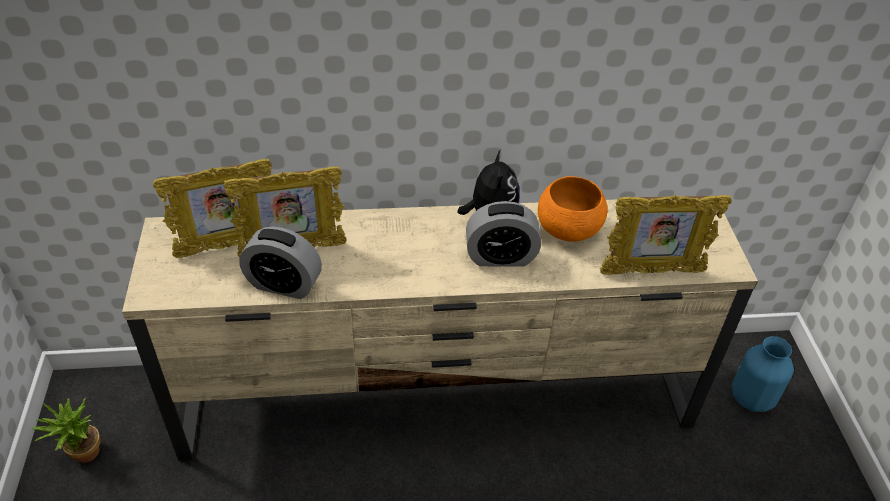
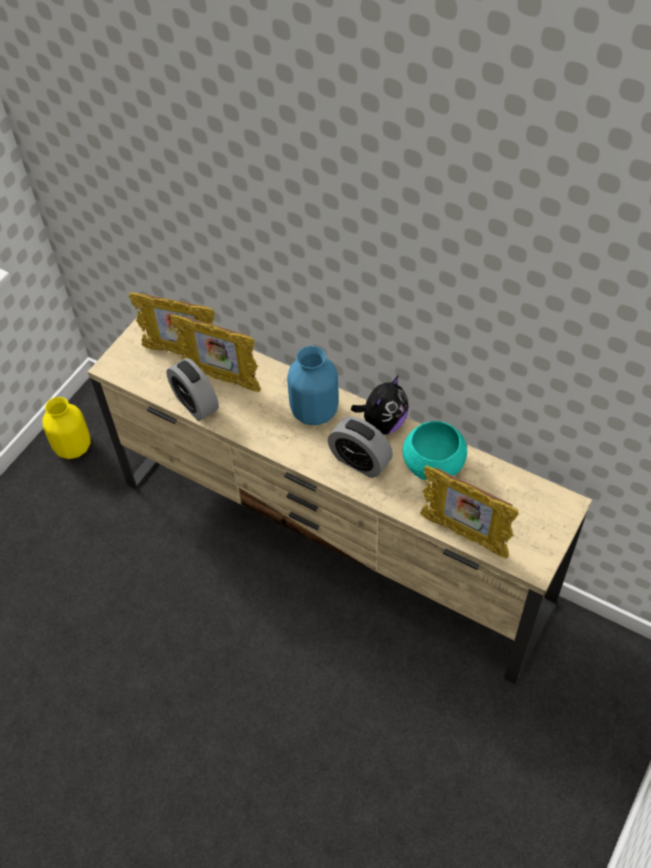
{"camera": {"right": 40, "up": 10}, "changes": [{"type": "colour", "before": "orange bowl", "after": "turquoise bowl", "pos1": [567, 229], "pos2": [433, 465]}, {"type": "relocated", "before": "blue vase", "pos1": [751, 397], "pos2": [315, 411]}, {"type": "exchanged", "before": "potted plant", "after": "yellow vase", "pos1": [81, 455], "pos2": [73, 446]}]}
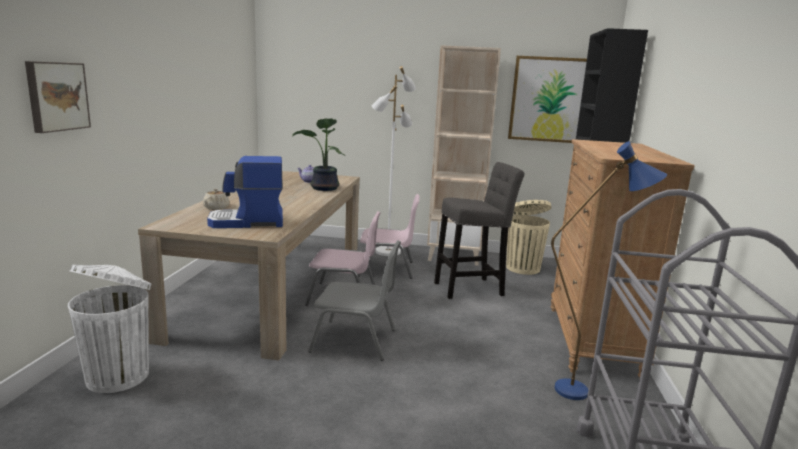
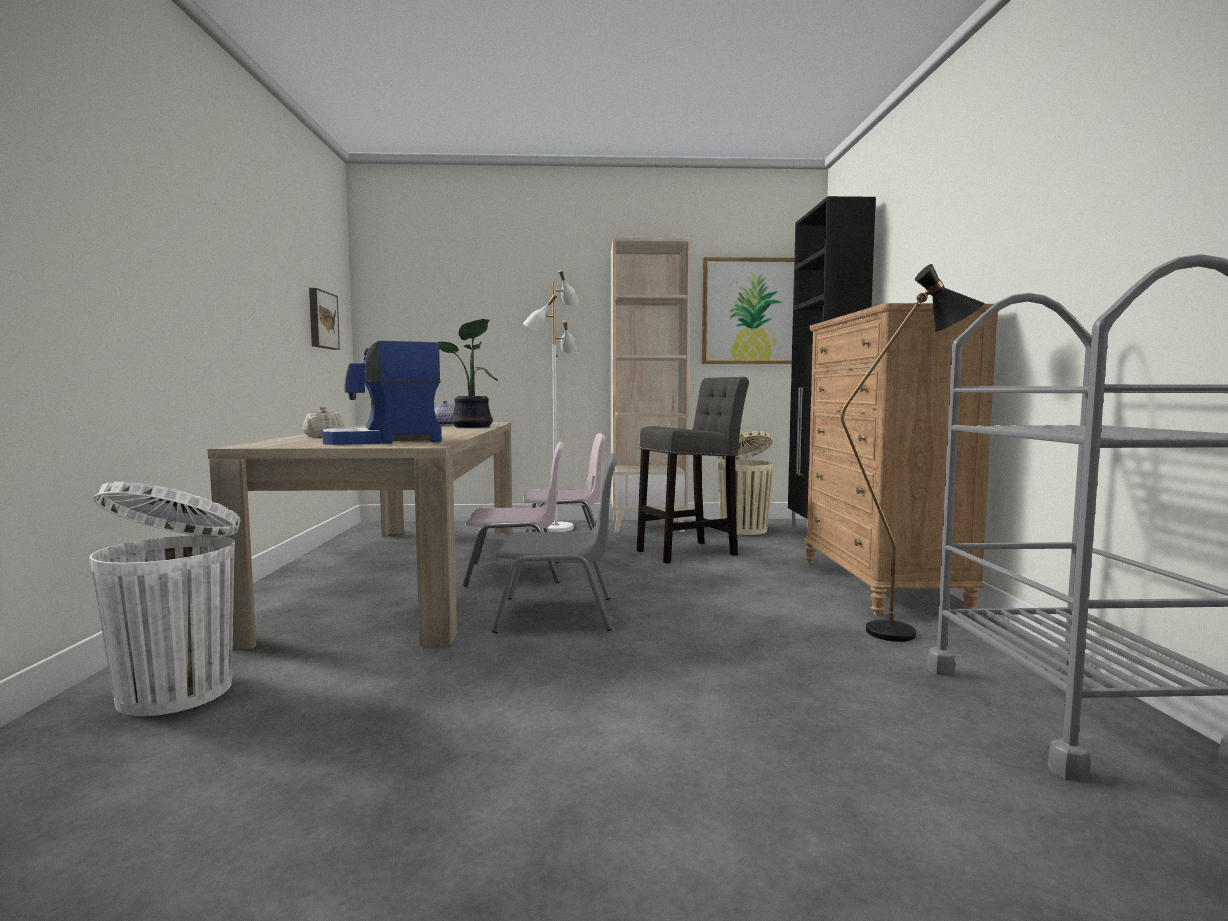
{"camera": {"right": -10, "up": -10}, "changes": [{"type": "relocated", "before": "picture", "pos1": [56, 96], "pos2": [321, 320]}, {"type": "colour", "before": "blue floor lamp", "after": "black floor lamp", "pos1": [584, 392], "pos2": [908, 633]}]}
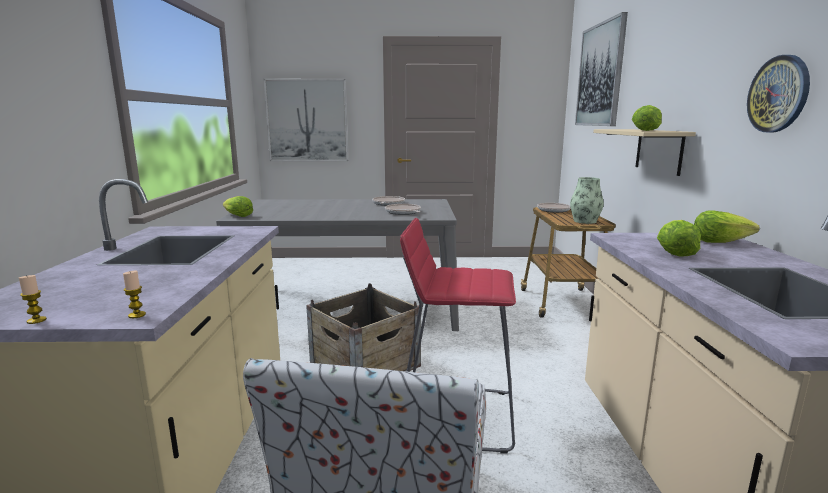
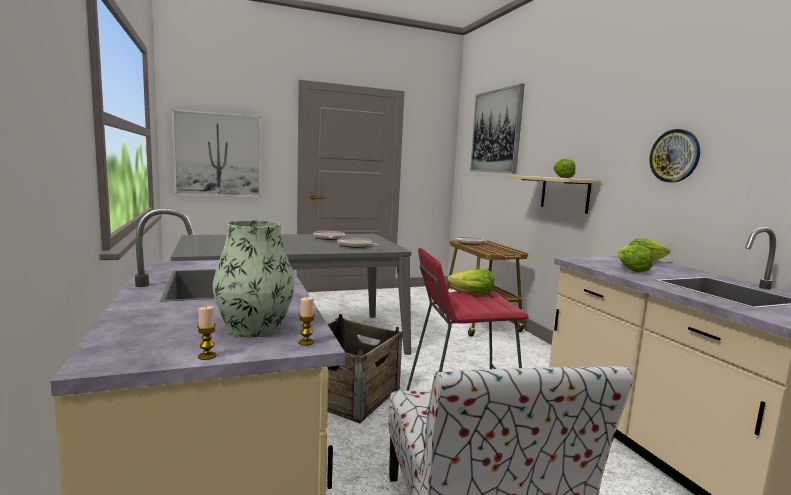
{"camera": {"right": -20, "up": -5}, "changes": [{"type": "relocated", "before": "vase", "pos1": [585, 221], "pos2": [254, 327]}, {"type": "relocated", "before": "lettuce", "pos1": [237, 216], "pos2": [472, 293]}]}
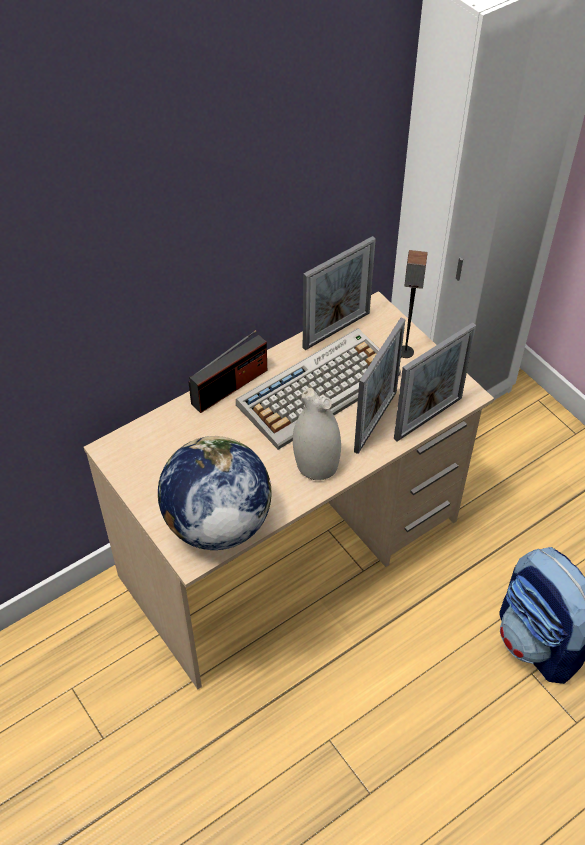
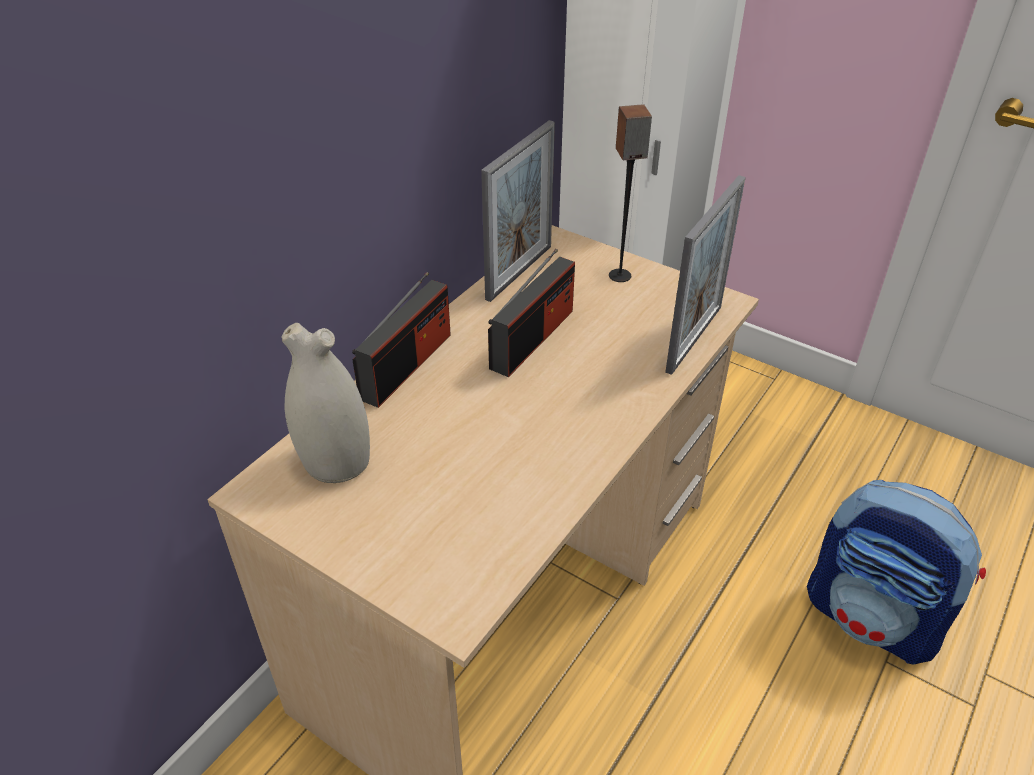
{"camera": {"right": -20, "up": -10}, "changes": [{"type": "missing", "before": "picture frame", "pos1": [375, 421]}, {"type": "exchanged", "before": "keyboard", "after": "radio", "pos1": [319, 388], "pos2": [532, 339]}, {"type": "relocated", "before": "white vase", "pos1": [316, 463], "pos2": [335, 460]}, {"type": "missing", "before": "globe", "pos1": [216, 523]}]}
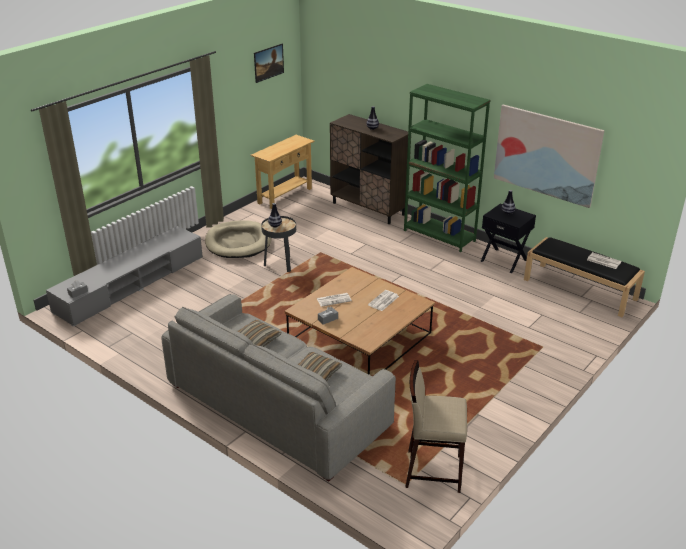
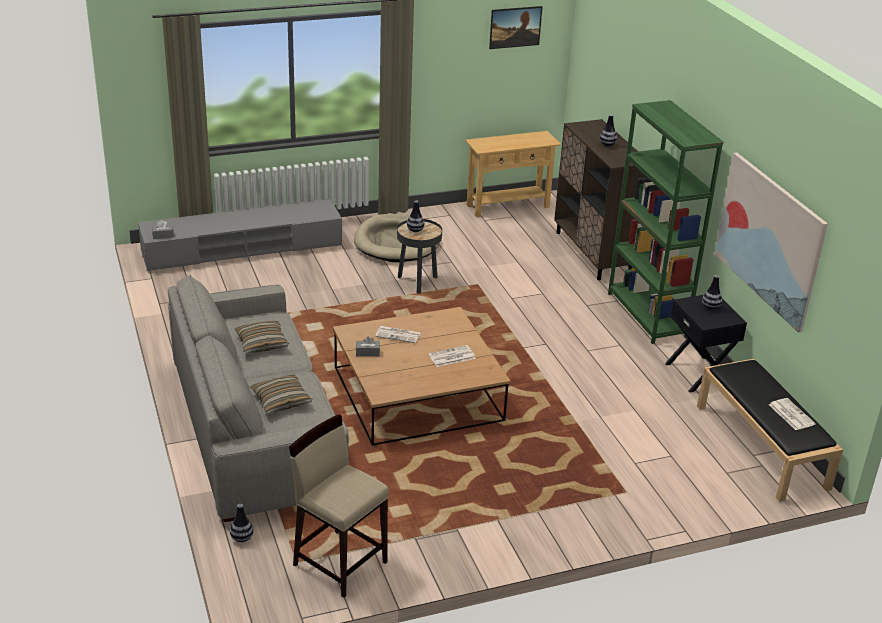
{"camera": {"right": 30, "up": 0}, "changes": [{"type": "appeared", "after": "vase", "pos2": [242, 538]}]}
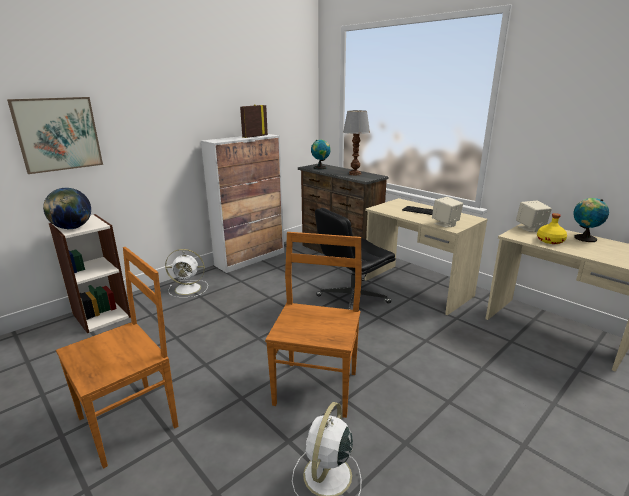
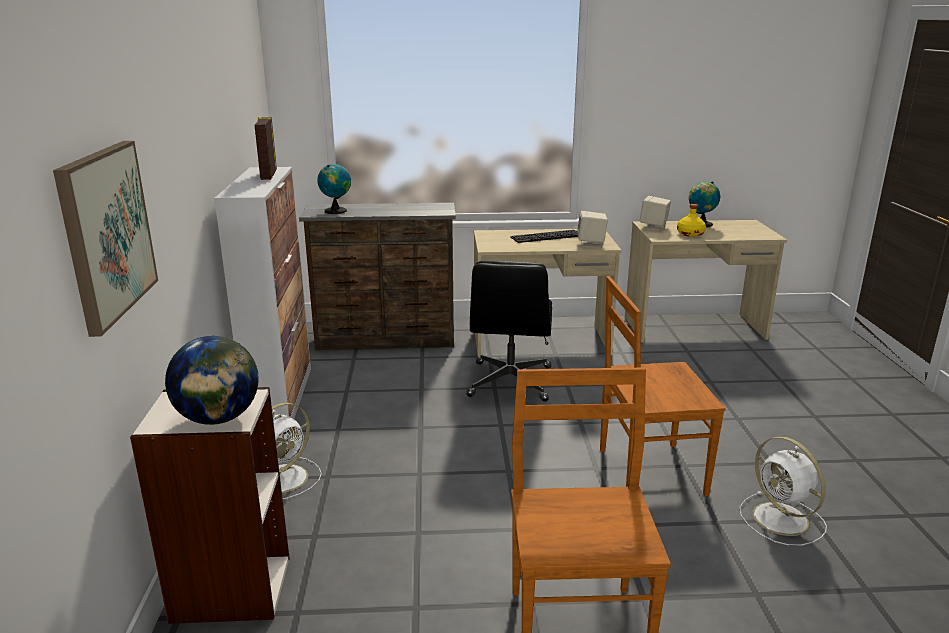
{"camera": {"right": -50, "up": 0}, "changes": [{"type": "missing", "before": "table lamp", "pos1": [355, 174]}, {"type": "spun", "before": "brown chair", "pos1": [316, 386], "pos2": [648, 471], "turn": -60}]}
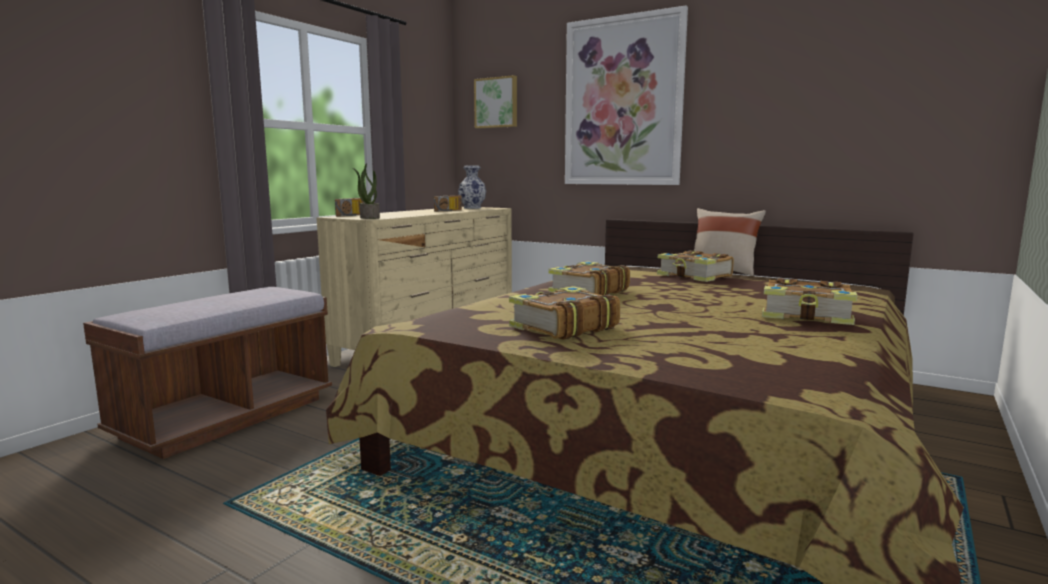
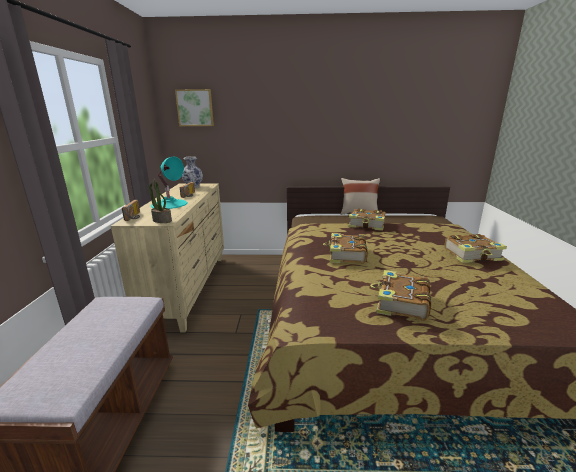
{"camera": {"right": -30, "up": 10}, "changes": [{"type": "missing", "before": "picture", "pos1": [623, 102]}, {"type": "appeared", "after": "turquoise table lamp", "pos2": [169, 204]}]}
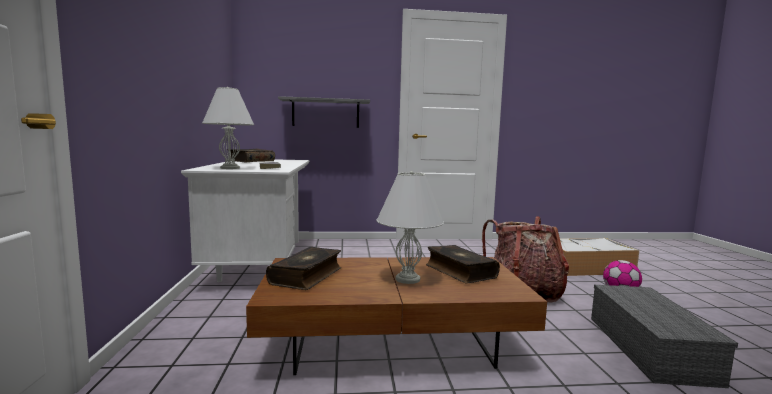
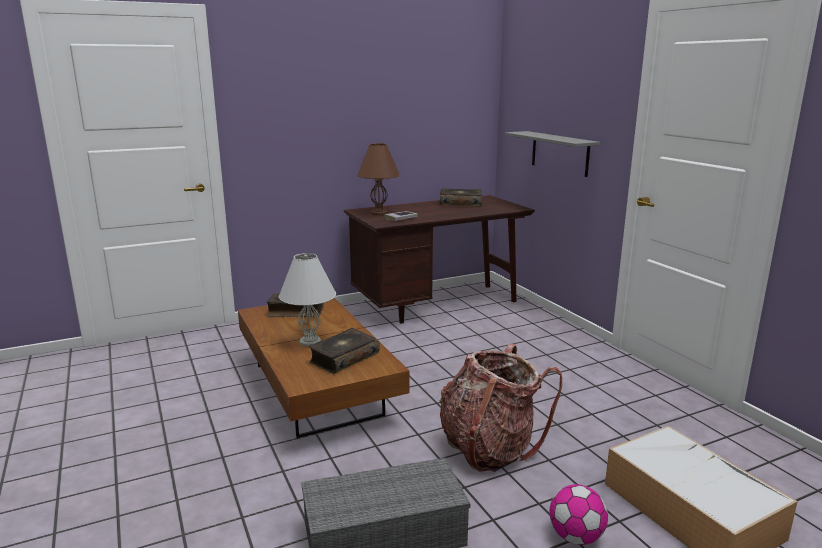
{"camera": {"right": 70, "up": 10}, "changes": [{"type": "colour", "before": "white table lamp", "after": "brown table lamp", "pos1": [230, 168], "pos2": [379, 213]}, {"type": "colour", "before": "white desk", "after": "brown desk", "pos1": [261, 262], "pos2": [437, 305]}]}
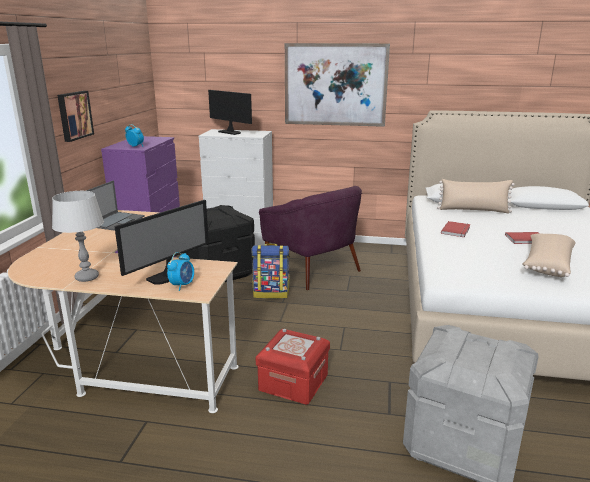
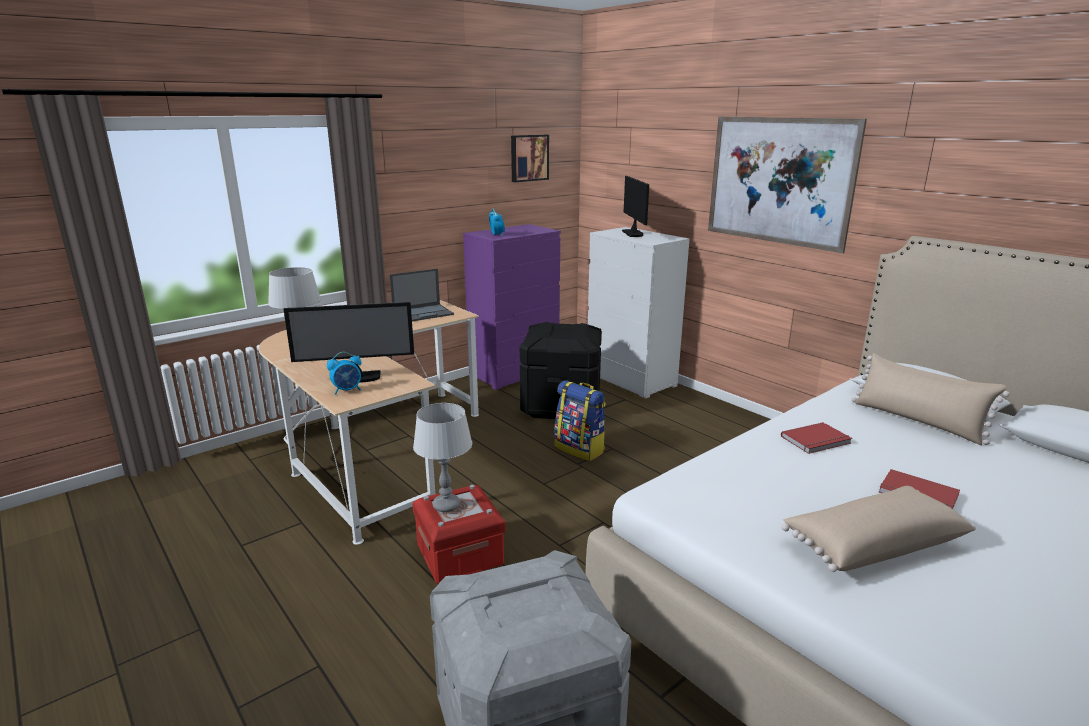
{"camera": {"right": 40, "up": 0}, "changes": [{"type": "relocated", "before": "picture", "pos1": [74, 115], "pos2": [528, 158]}, {"type": "missing", "before": "purple armchair", "pos1": [314, 269]}, {"type": "appeared", "after": "grey table lamp", "pos2": [446, 505]}]}
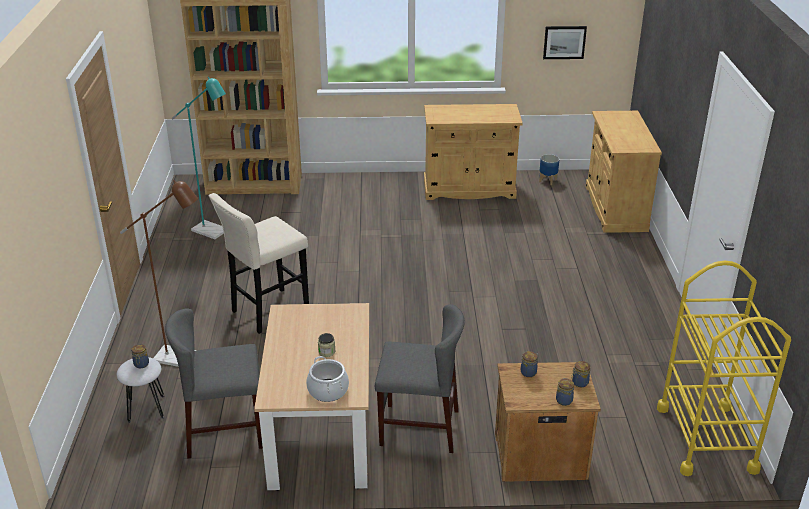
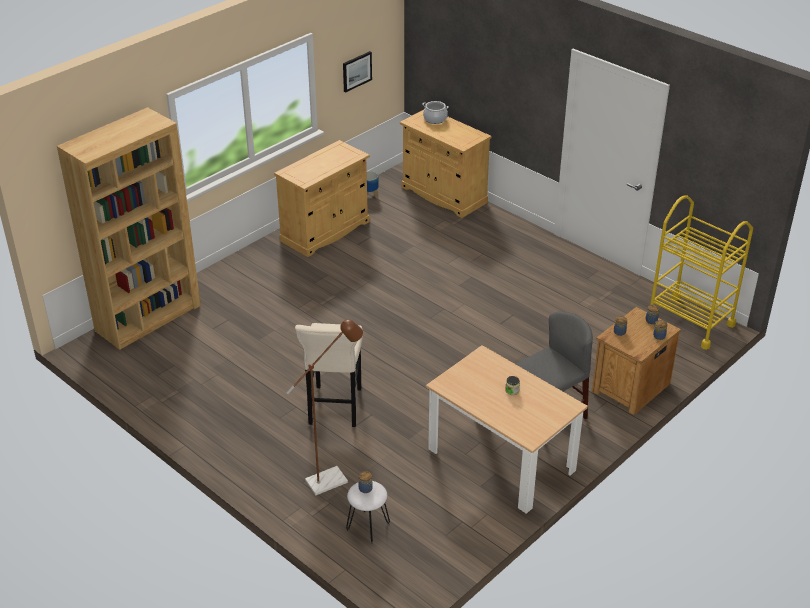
{"camera": {"right": -45, "up": 5}, "changes": [{"type": "missing", "before": "turquoise floor lamp", "pos1": [215, 232]}, {"type": "missing", "before": "grey chair", "pos1": [224, 431]}, {"type": "relocated", "before": "cooking pot", "pos1": [328, 390], "pos2": [435, 119]}]}
